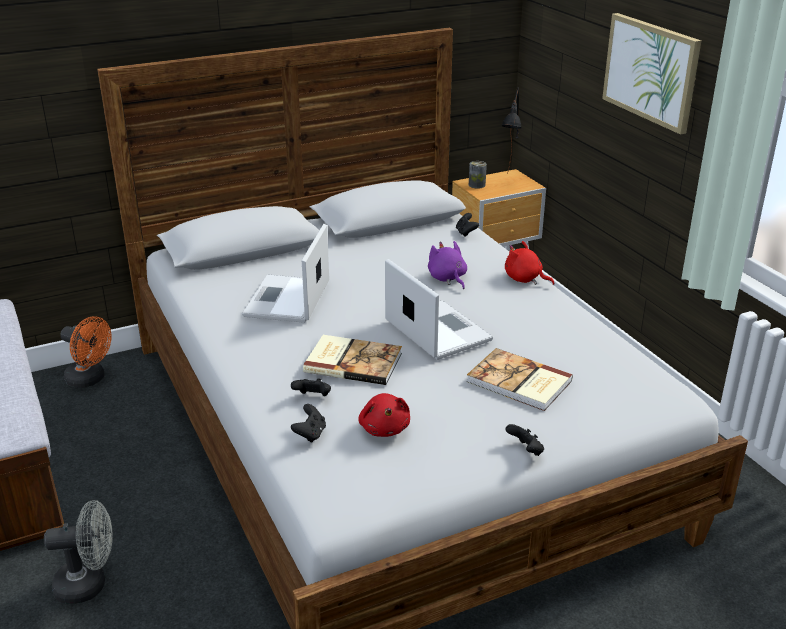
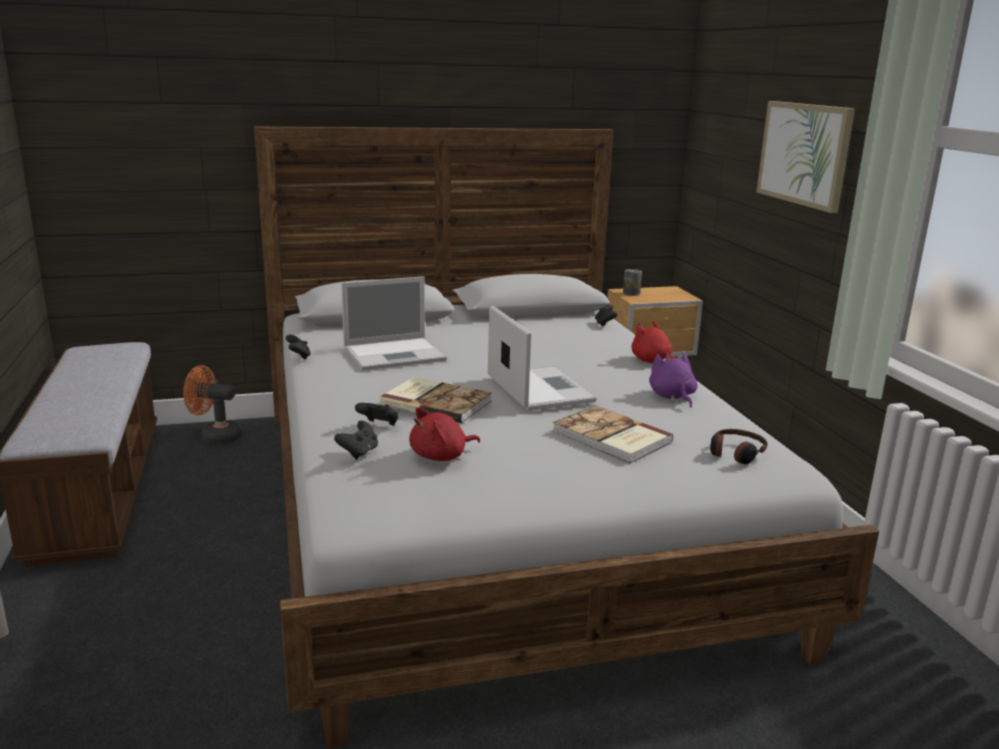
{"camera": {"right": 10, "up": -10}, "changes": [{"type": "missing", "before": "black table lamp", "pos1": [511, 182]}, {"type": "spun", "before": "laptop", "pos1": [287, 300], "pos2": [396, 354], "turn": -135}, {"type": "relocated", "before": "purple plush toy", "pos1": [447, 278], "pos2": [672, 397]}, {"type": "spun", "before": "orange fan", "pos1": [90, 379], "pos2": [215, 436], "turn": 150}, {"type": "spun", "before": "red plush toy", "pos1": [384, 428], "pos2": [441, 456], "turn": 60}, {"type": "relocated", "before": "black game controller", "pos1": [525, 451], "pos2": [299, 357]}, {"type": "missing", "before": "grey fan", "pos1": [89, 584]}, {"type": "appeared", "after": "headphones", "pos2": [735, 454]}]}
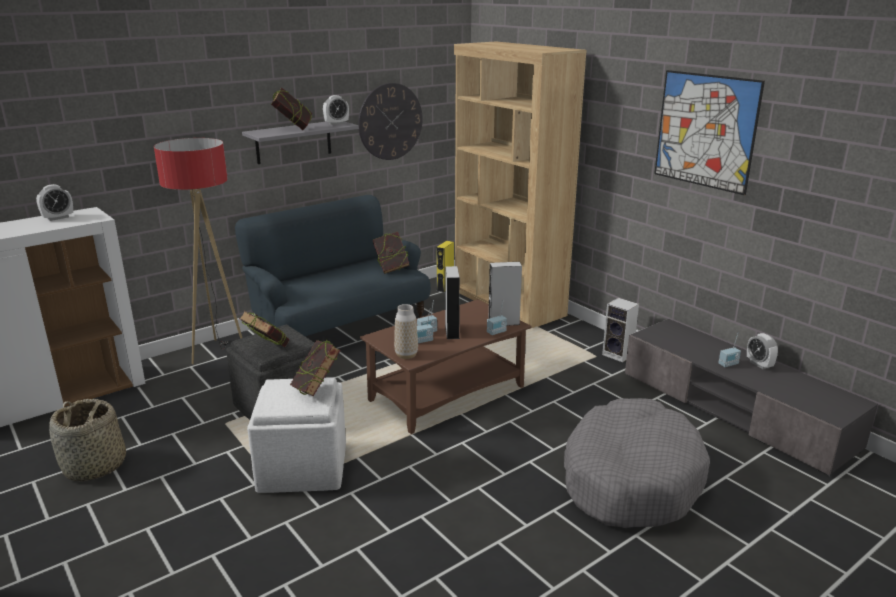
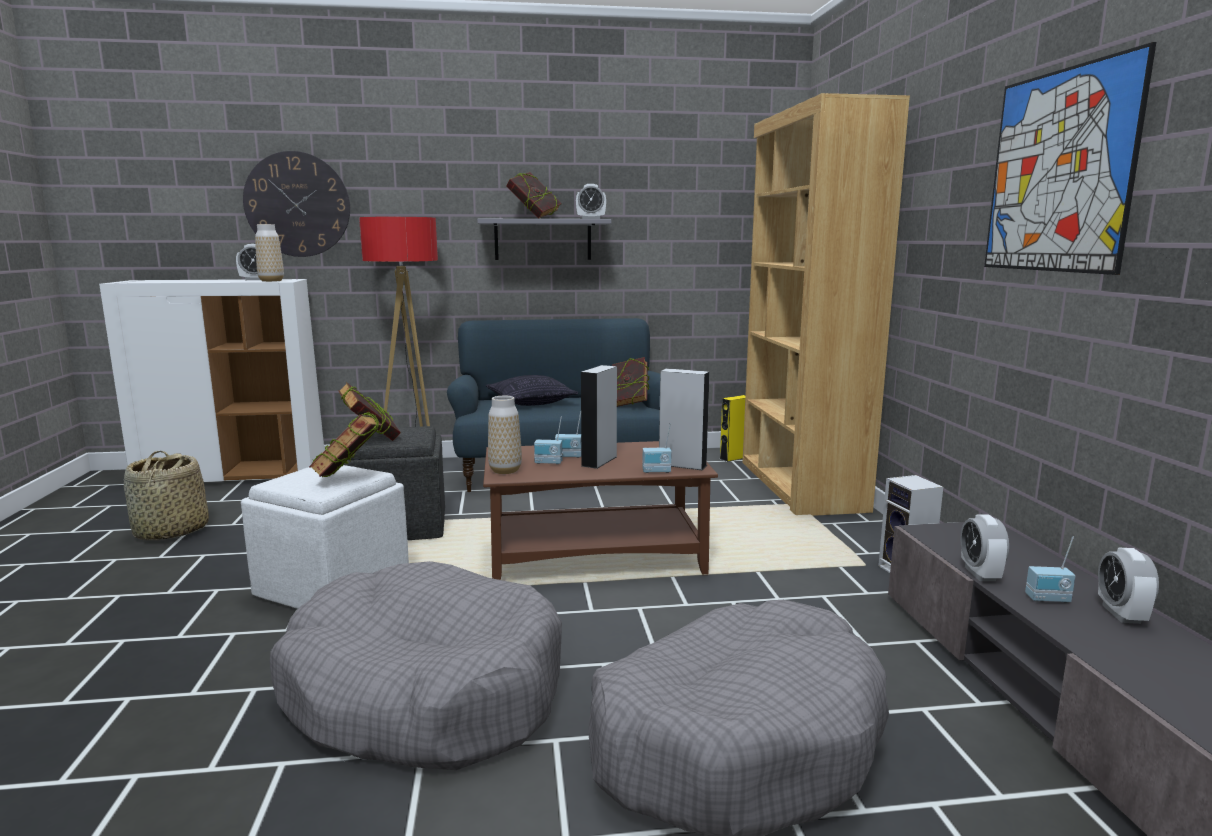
{"camera": {"right": 30, "up": -10}, "changes": [{"type": "relocated", "before": "wall clock", "pos1": [390, 121], "pos2": [297, 204]}, {"type": "appeared", "after": "vase", "pos2": [271, 281]}, {"type": "appeared", "after": "pillow", "pos2": [531, 402]}, {"type": "appeared", "after": "alarm clock", "pos2": [980, 574]}, {"type": "appeared", "after": "grey dog bed", "pos2": [424, 692]}]}
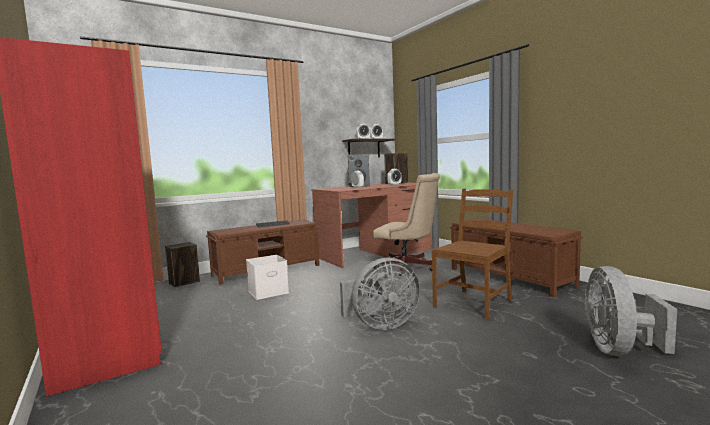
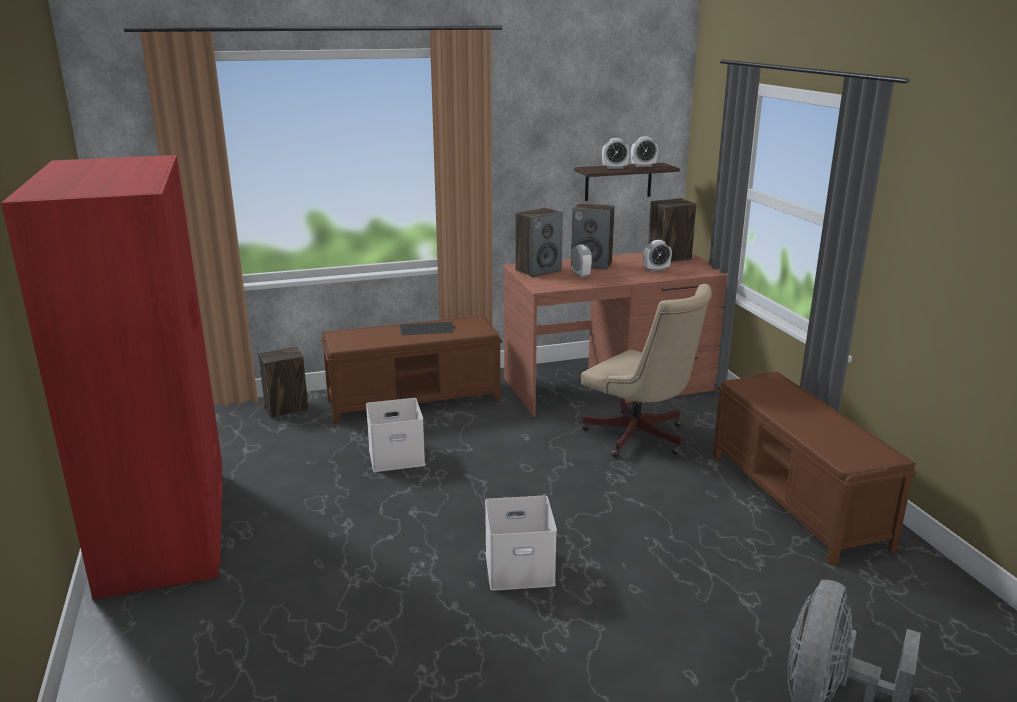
{"camera": {"right": 15, "up": 15}, "changes": [{"type": "missing", "before": "brown chair", "pos1": [473, 303]}, {"type": "exchanged", "before": "grey fan", "after": "white storage box", "pos1": [380, 325], "pos2": [520, 567]}, {"type": "appeared", "after": "speaker", "pos2": [538, 270]}]}
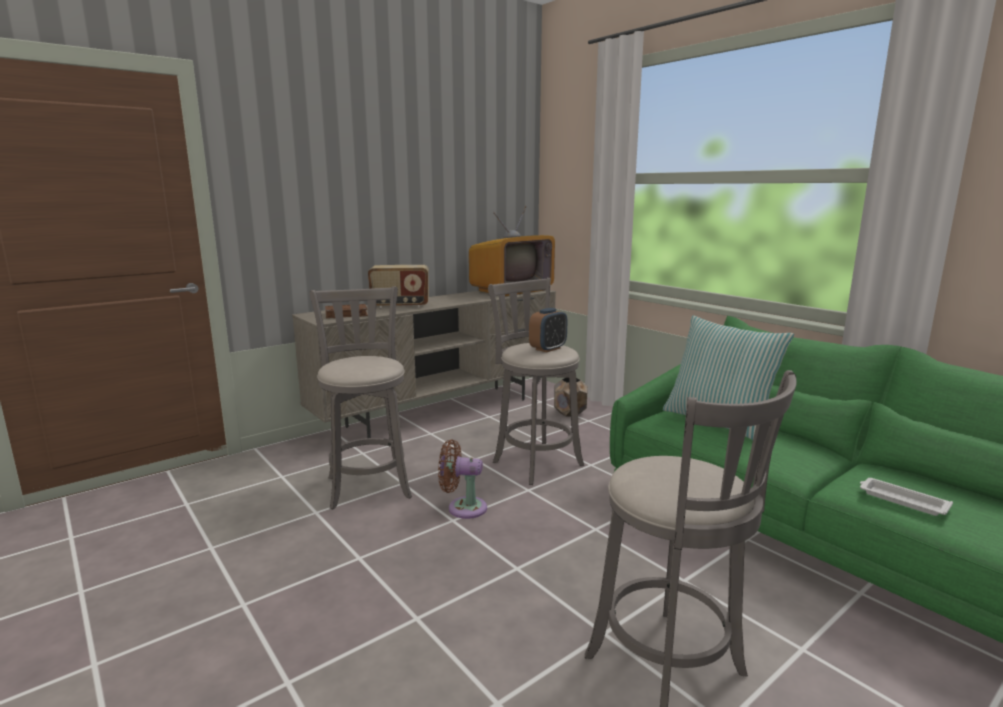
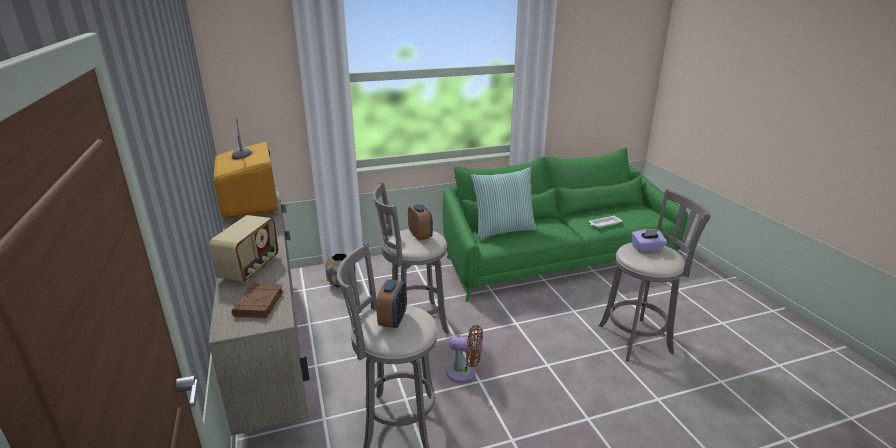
{"camera": {"right": -70, "up": 10}, "changes": [{"type": "spun", "before": "brown fan", "pos1": [463, 508], "pos2": [464, 372], "turn": -105}, {"type": "appeared", "after": "purple tissue box", "pos2": [647, 249]}, {"type": "appeared", "after": "alarm clock", "pos2": [393, 320]}]}
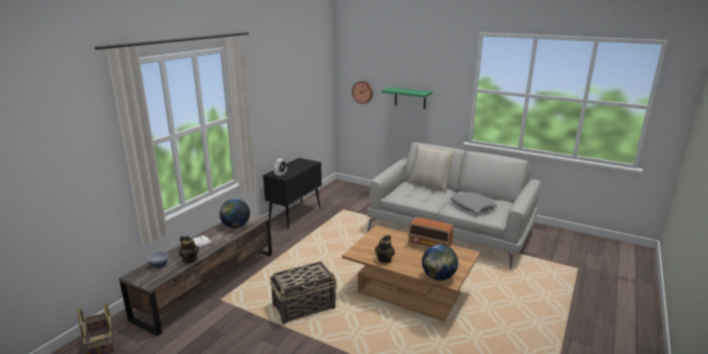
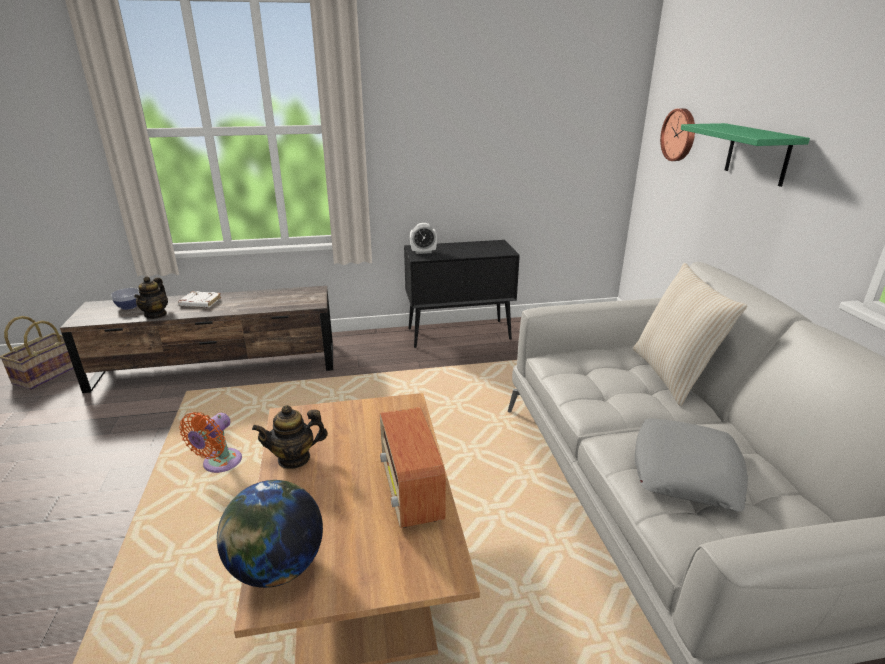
{"camera": {"right": 50, "up": 5}, "changes": [{"type": "missing", "before": "globe", "pos1": [235, 226]}, {"type": "exchanged", "before": "basket", "after": "orange fan", "pos1": [304, 306], "pos2": [219, 464]}]}
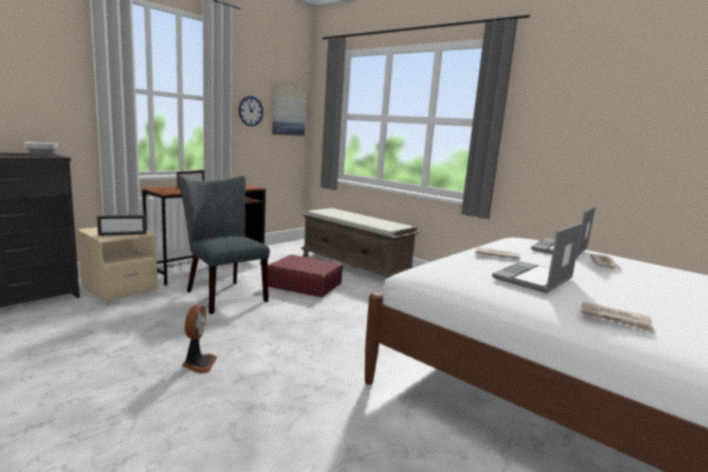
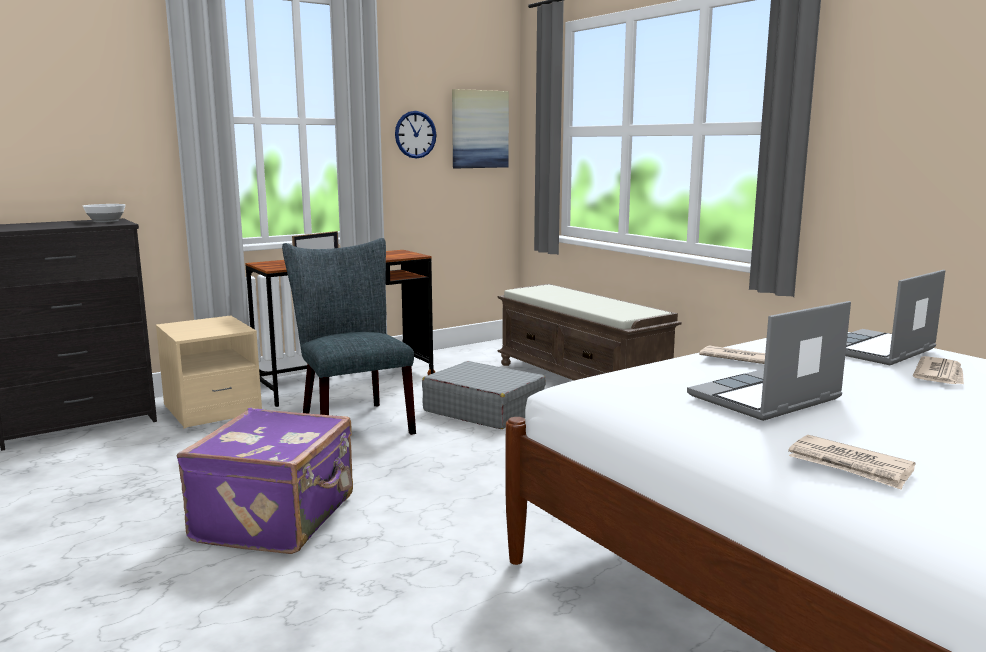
{"camera": {"right": 15, "up": 0}, "changes": [{"type": "missing", "before": "picture frame", "pos1": [122, 235]}, {"type": "colour", "before": "red suitcase", "after": "grey suitcase", "pos1": [304, 285], "pos2": [483, 410]}, {"type": "exchanged", "before": "fan", "after": "purple suitcase", "pos1": [198, 363], "pos2": [278, 518]}]}
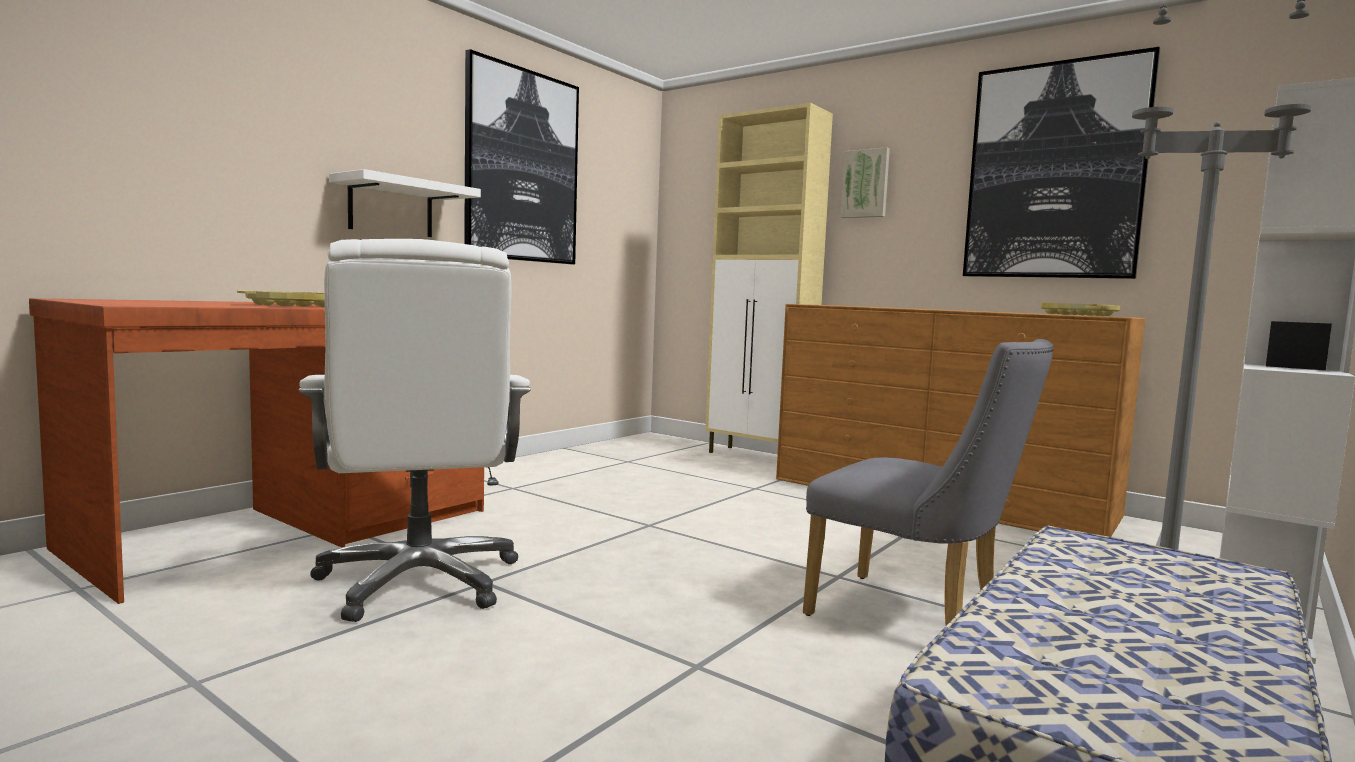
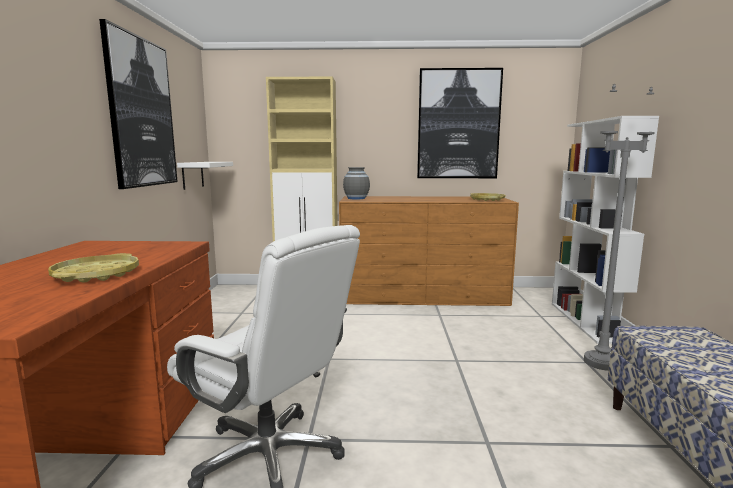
{"camera": {"right": -35, "up": 5}, "changes": [{"type": "missing", "before": "picture", "pos1": [866, 184]}, {"type": "relocated", "before": "white shelf", "pos1": [391, 208], "pos2": [192, 175]}, {"type": "missing", "before": "grey chair", "pos1": [917, 618]}, {"type": "appeared", "after": "grey vase", "pos2": [356, 198]}]}
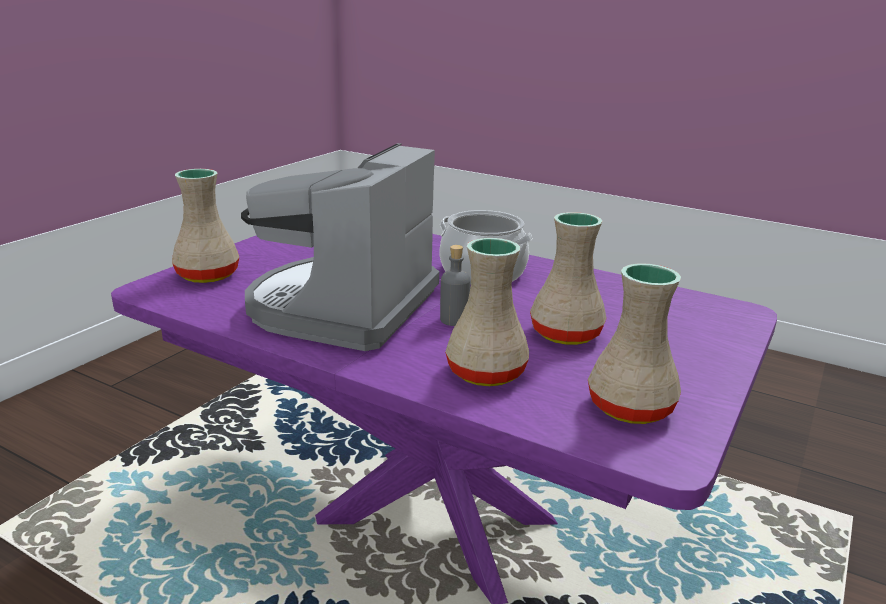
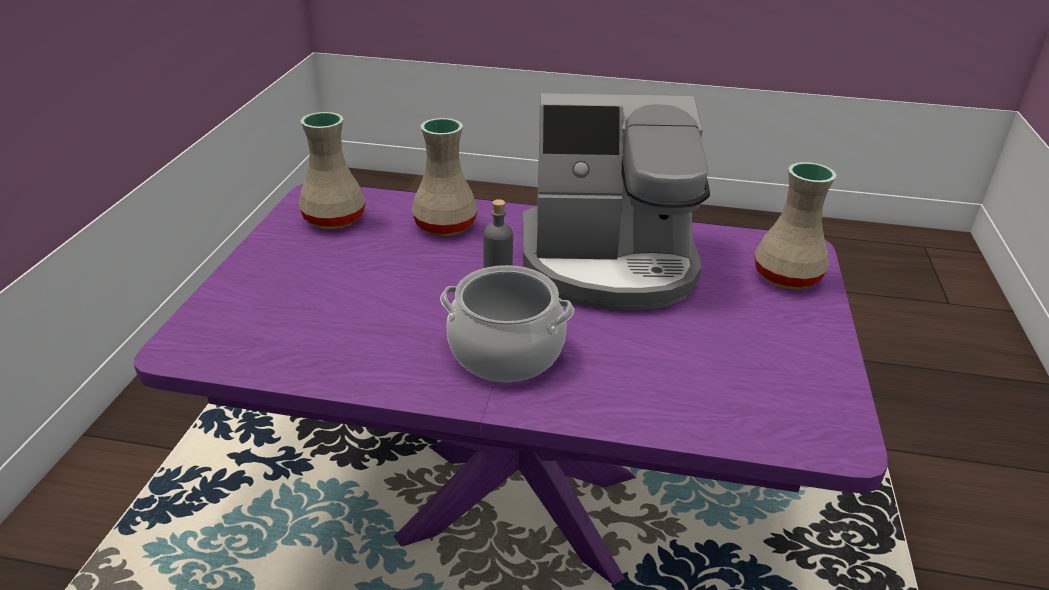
{"camera": {"right": 160, "up": 10}, "changes": [{"type": "spun", "before": "coffee machine", "pos1": [342, 308], "pos2": [610, 263], "turn": 90}, {"type": "missing", "before": "beige vase", "pos1": [564, 333]}]}
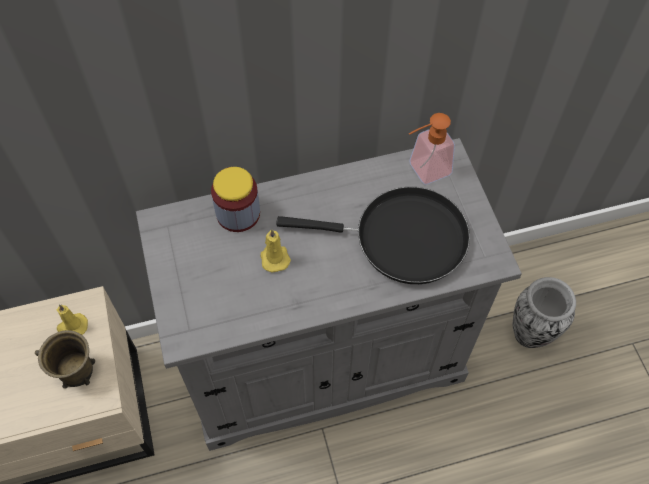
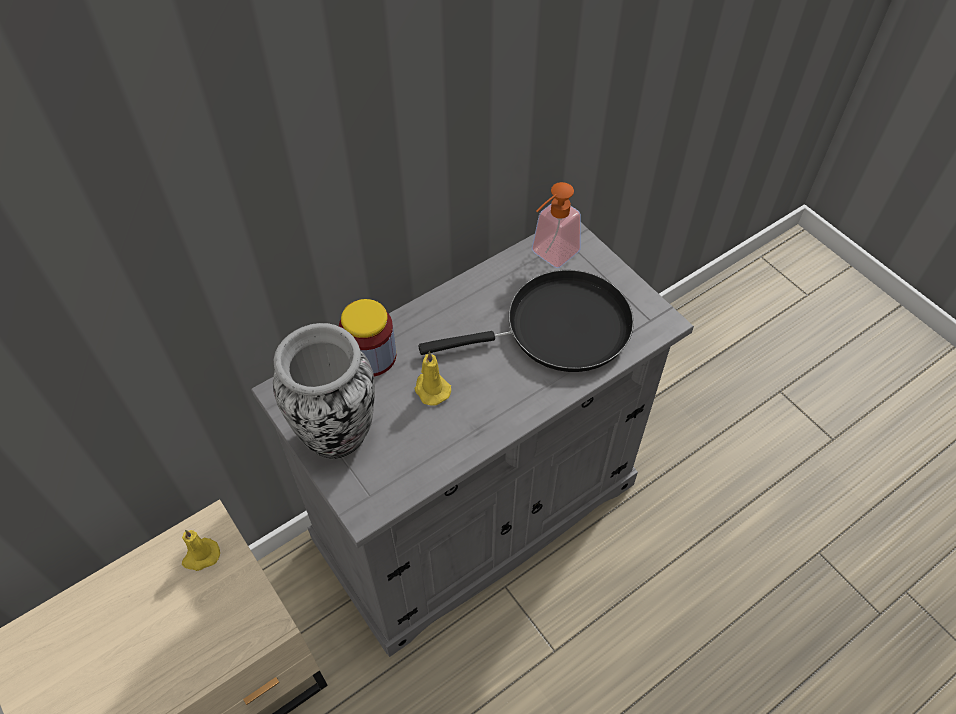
{"camera": {"right": -20, "up": -5}, "changes": [{"type": "relocated", "before": "vase", "pos1": [530, 334], "pos2": [338, 437]}, {"type": "missing", "before": "brown mug", "pos1": [76, 372]}]}
